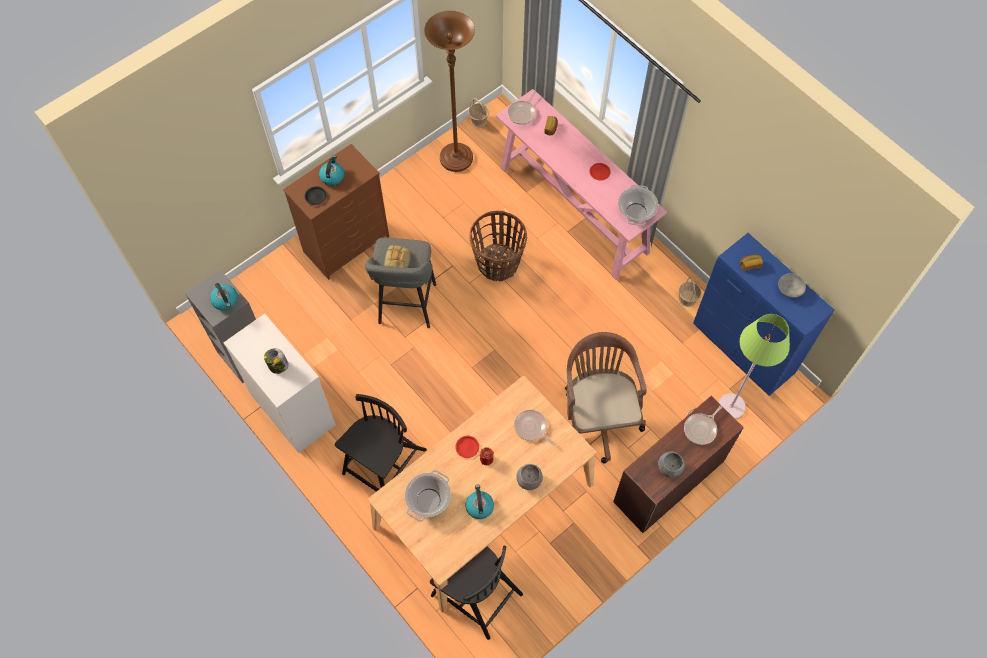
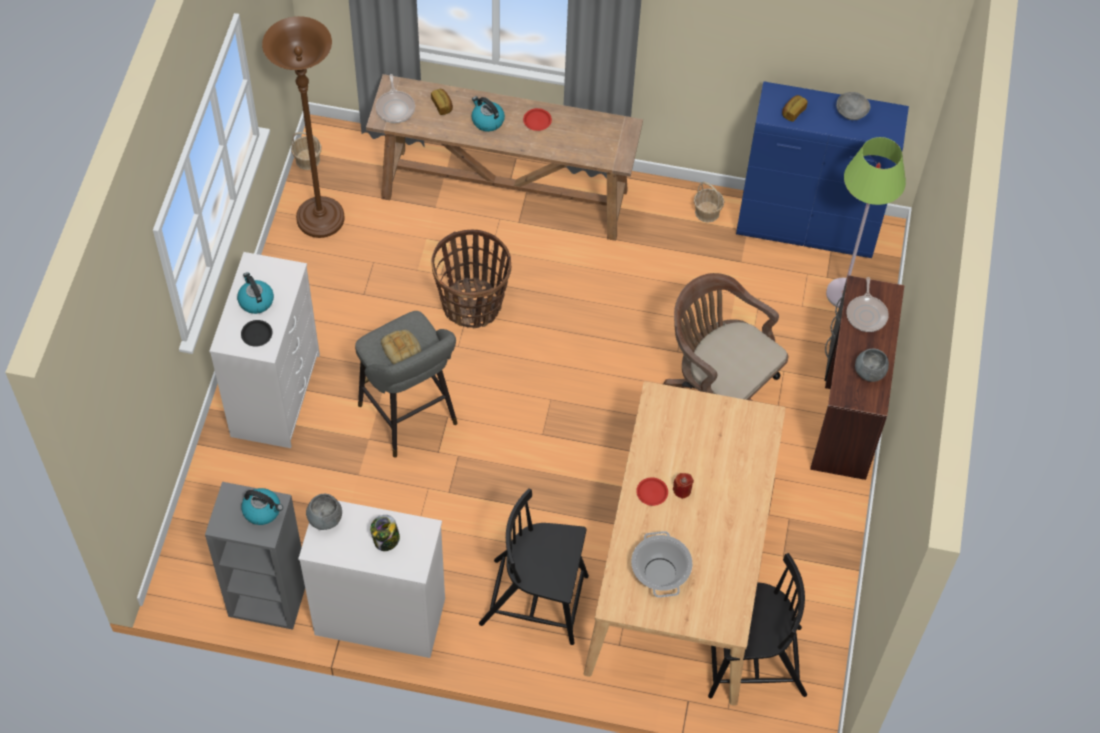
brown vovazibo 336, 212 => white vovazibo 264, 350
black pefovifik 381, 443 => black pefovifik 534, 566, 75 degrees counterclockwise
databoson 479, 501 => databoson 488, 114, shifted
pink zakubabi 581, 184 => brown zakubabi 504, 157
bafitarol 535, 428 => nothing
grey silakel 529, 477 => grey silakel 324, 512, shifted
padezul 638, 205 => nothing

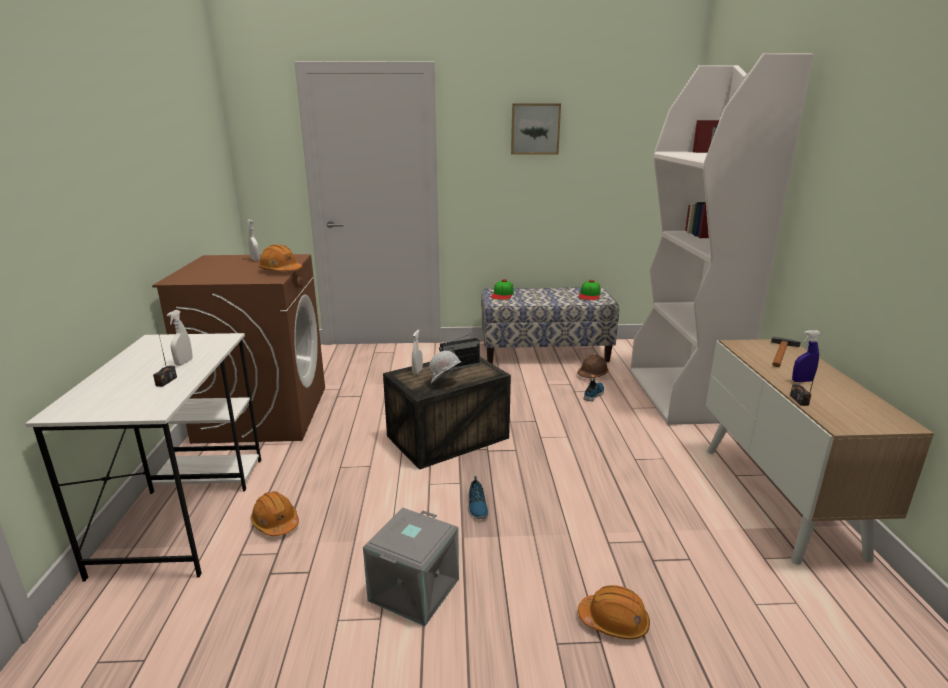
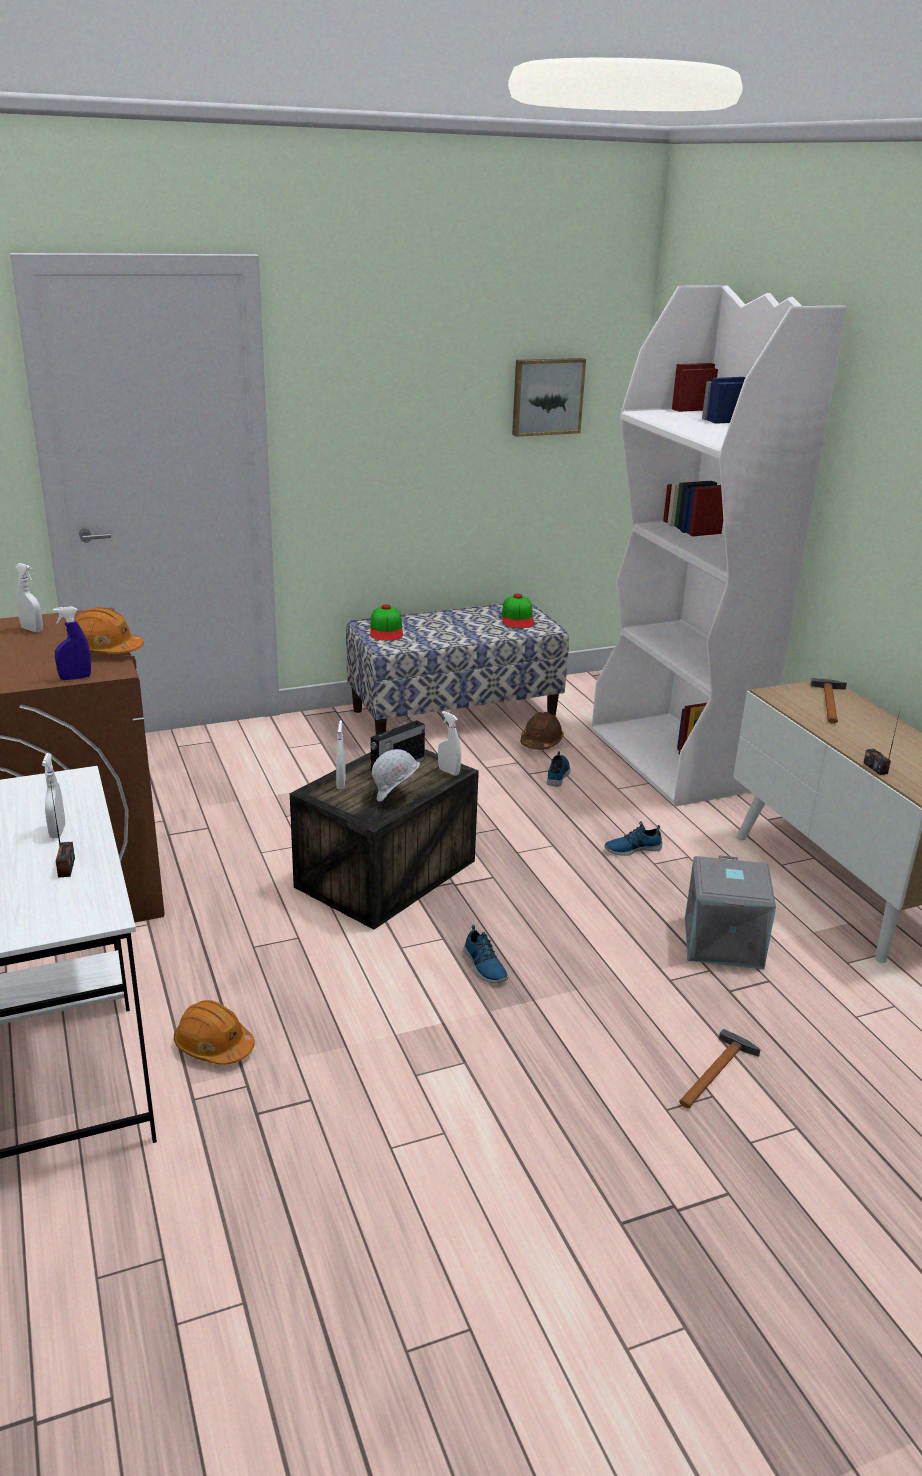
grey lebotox 411, 567 => grey lebotox 730, 912, shifted
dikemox 536, 129 => dikemox 549, 397, shifted
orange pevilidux 614, 612 => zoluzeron 720, 1068
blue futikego 806, 356 => blue futikego 72, 643, shifted
nothing => white futikego 449, 743
nothing => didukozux 633, 838

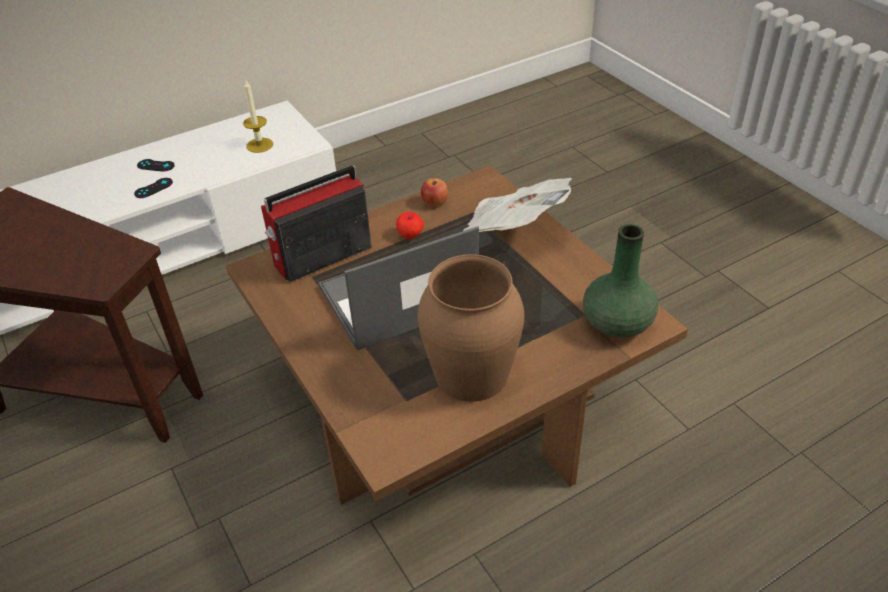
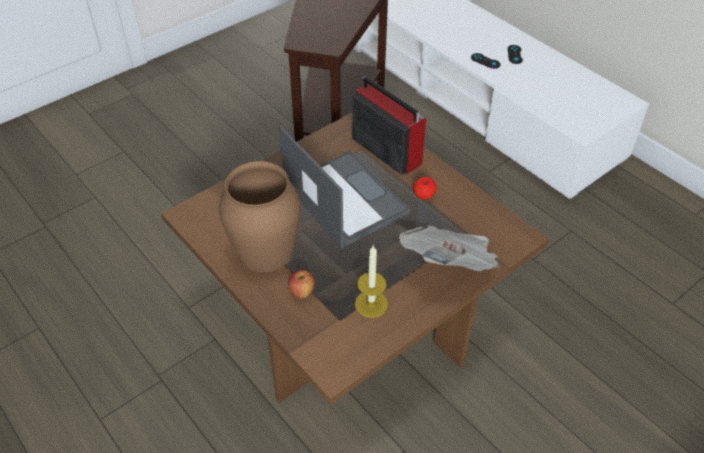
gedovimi 258, 116 => gedovimi 371, 281, shifted
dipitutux 434, 192 => dipitutux 301, 284, shifted
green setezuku 620, 281 => nothing

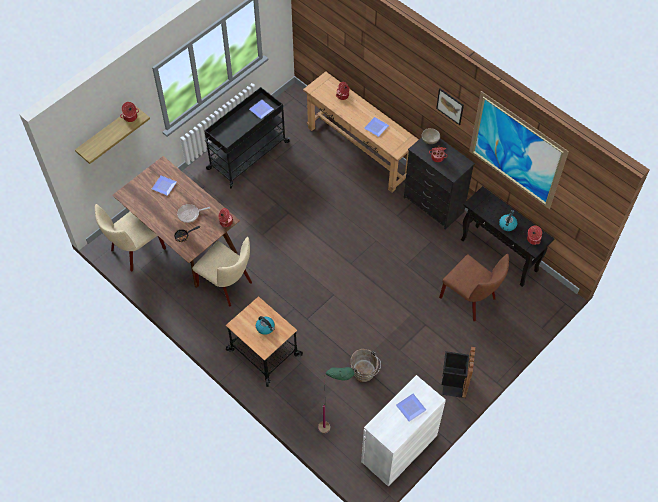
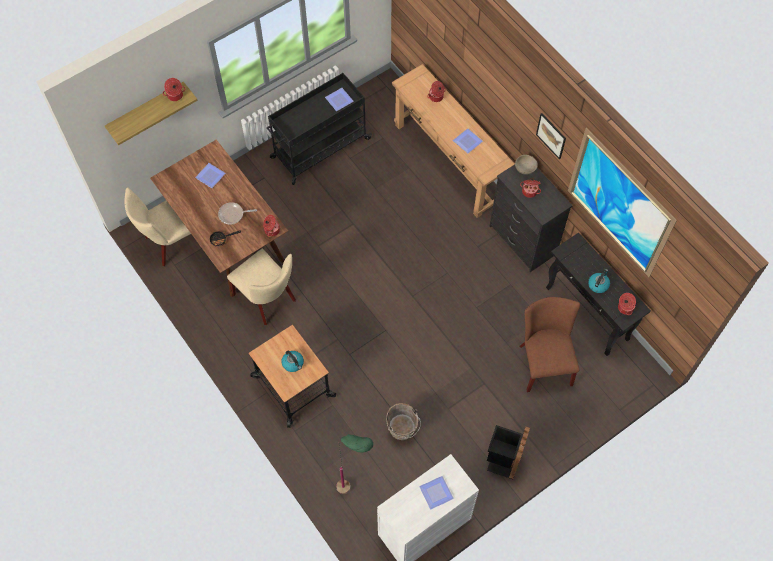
brown pefovifik 474, 287 => brown pefovifik 550, 344, 150 degrees counterclockwise

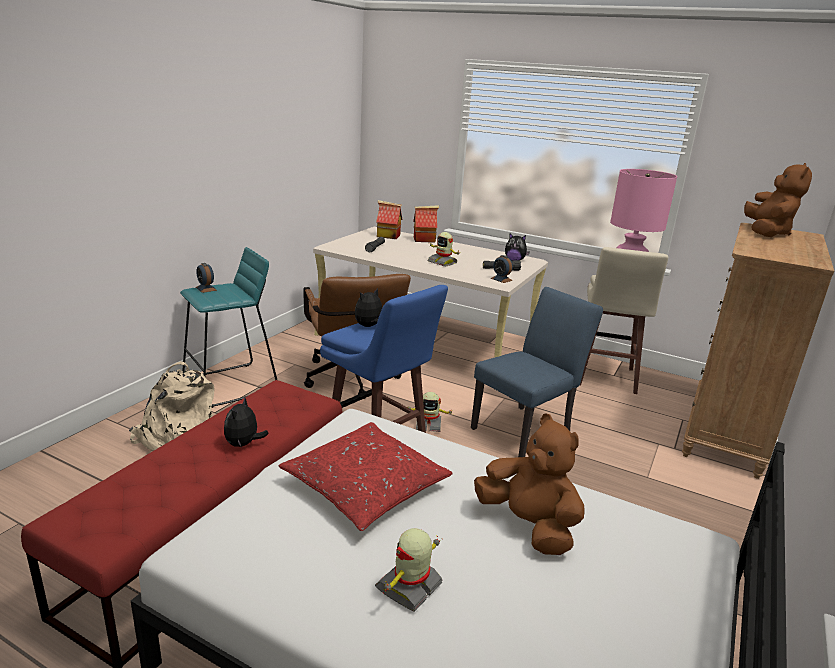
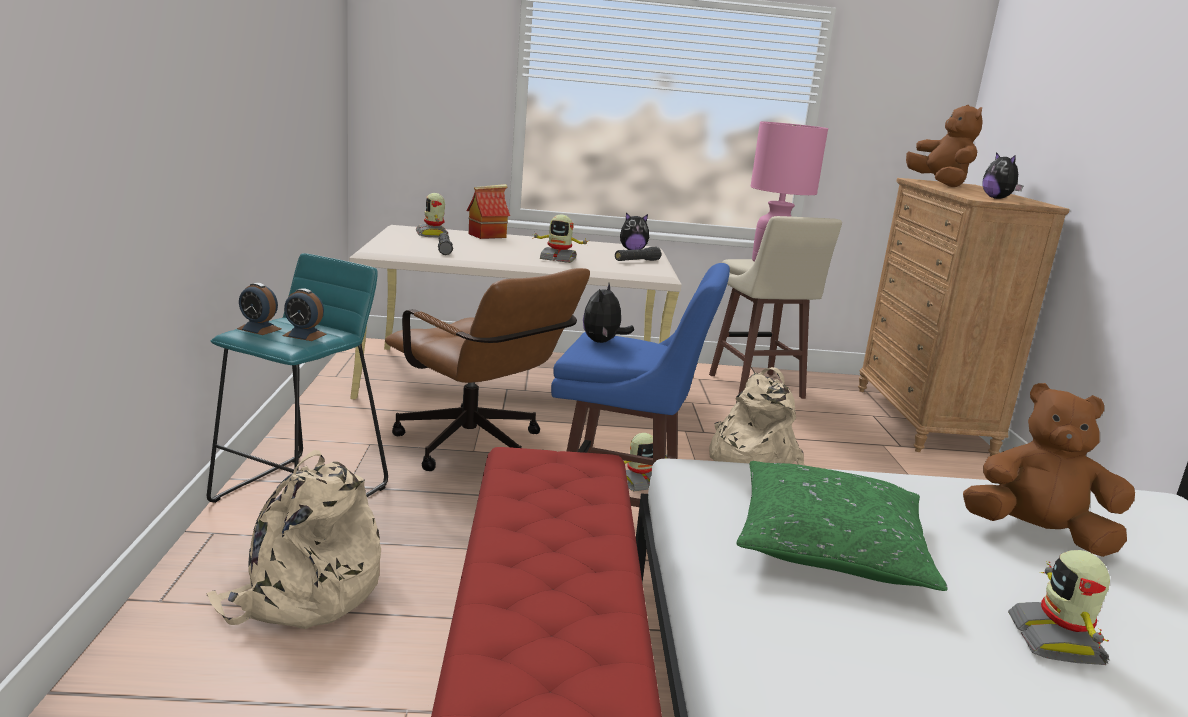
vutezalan 246, 422 => vutezalan 1002, 175, shifted
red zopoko 366, 476 => green zopoko 842, 526
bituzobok 389, 219 => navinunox 432, 215
blue pefovifik 537, 372 => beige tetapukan 756, 416
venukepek 501, 269 => venukepek 304, 314, shifted

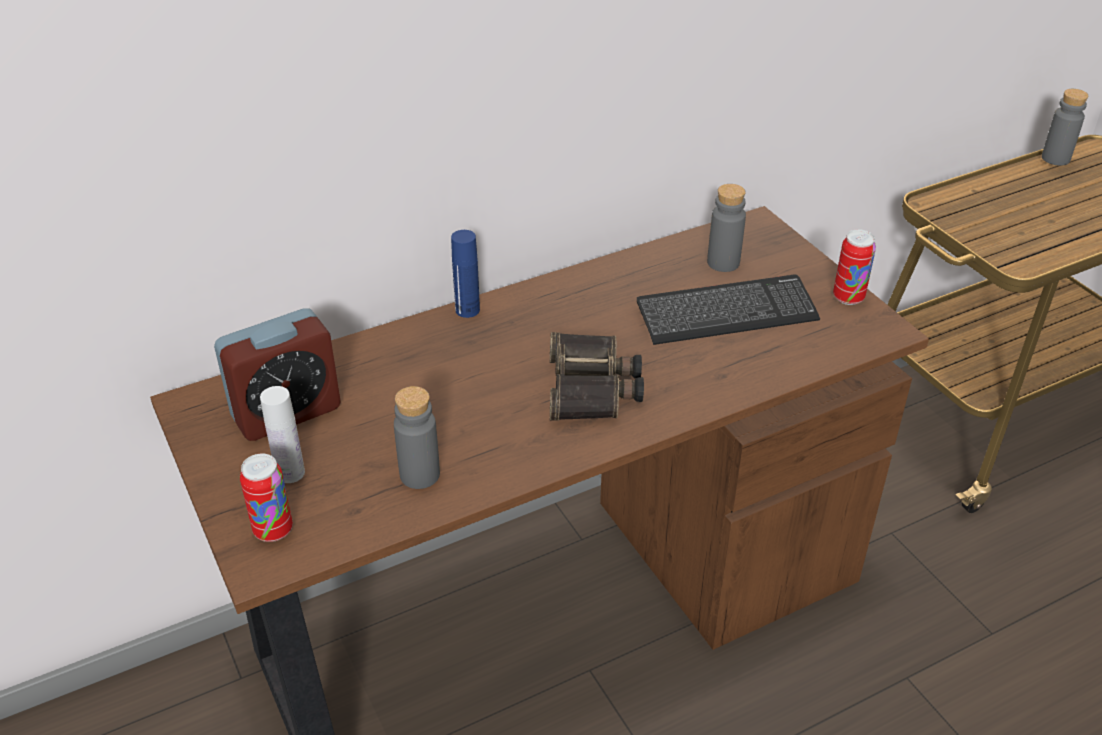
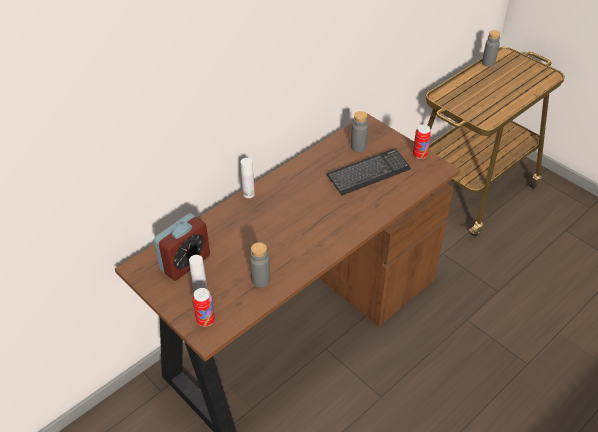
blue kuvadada 465, 274 => white kuvadada 248, 178
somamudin 597, 376 => nothing

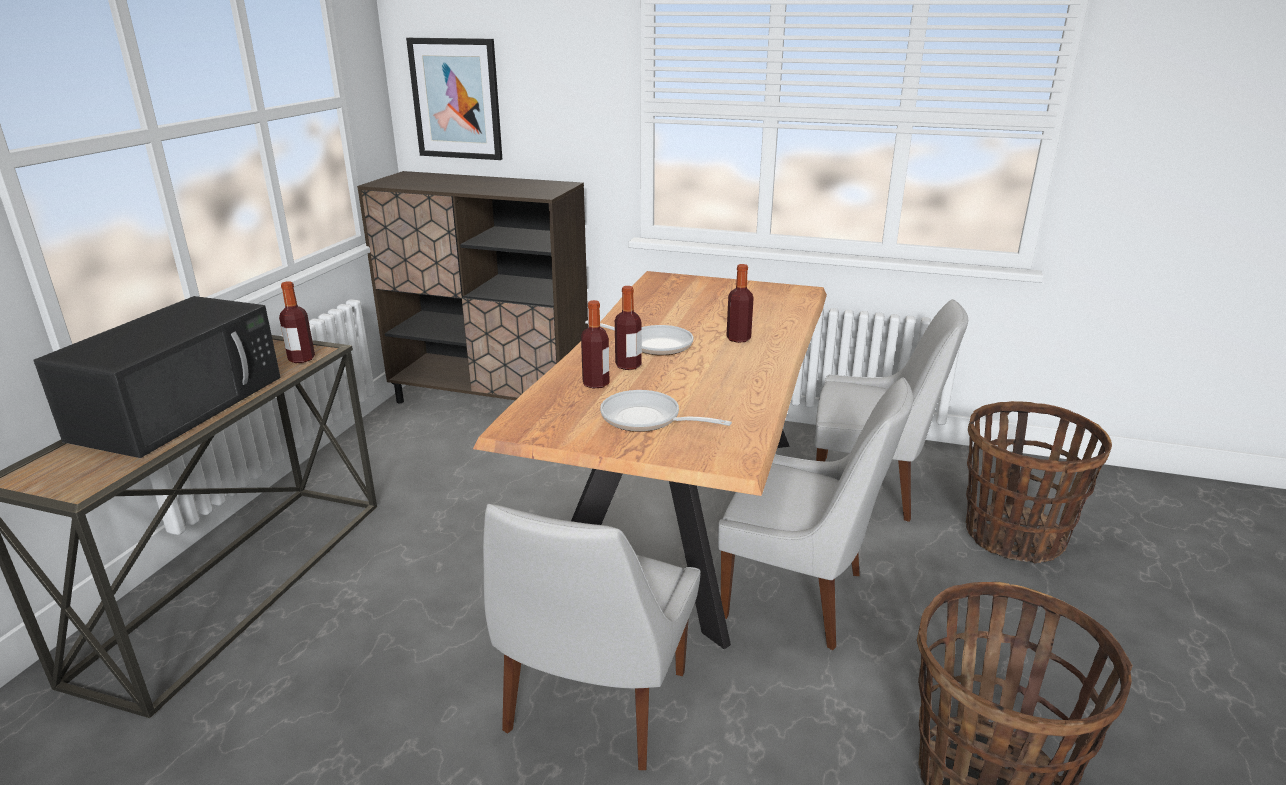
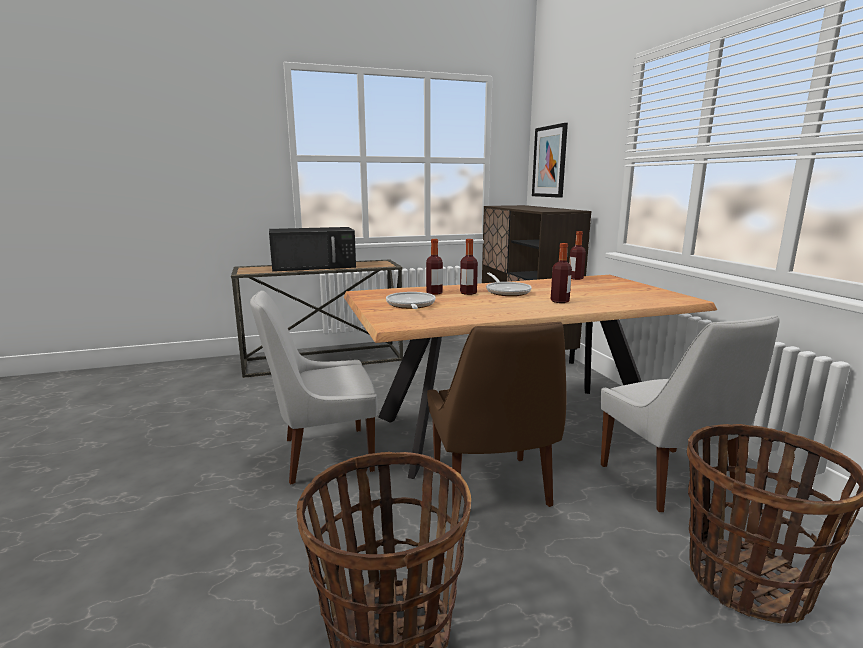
kuvadada 297, 322 => kuvadada 577, 255, shifted
white pefovifik 815, 513 => brown pefovifik 496, 416

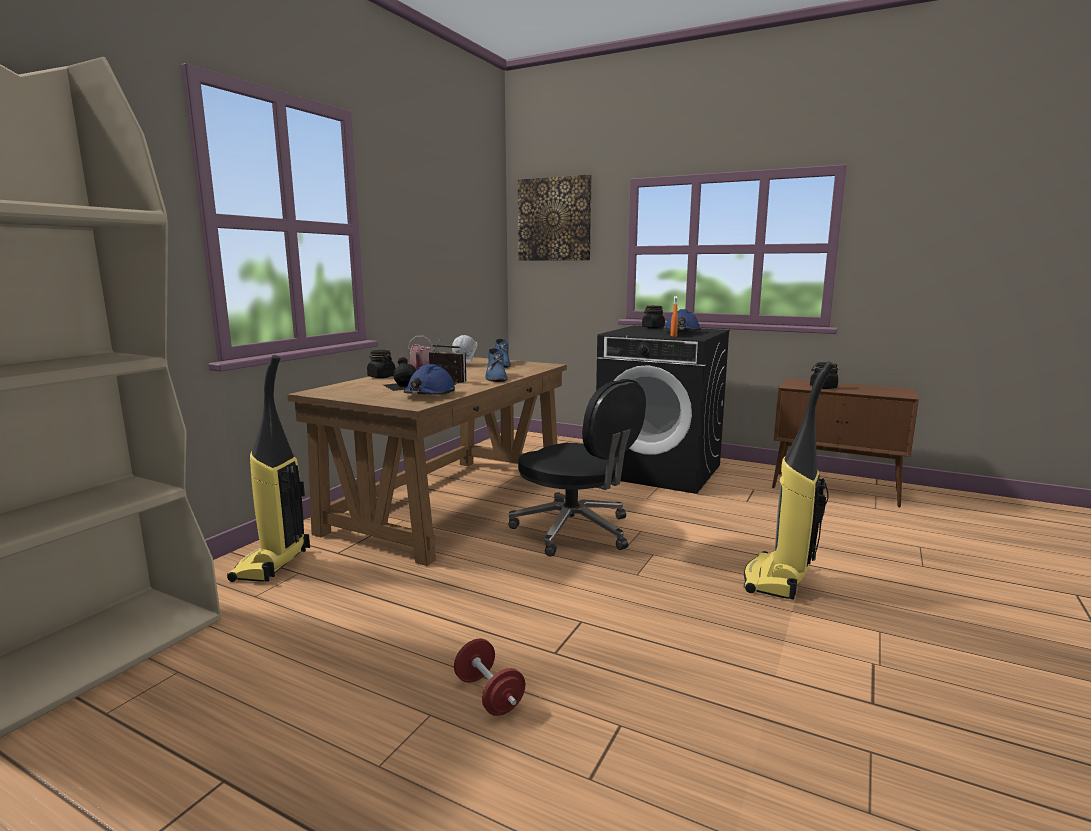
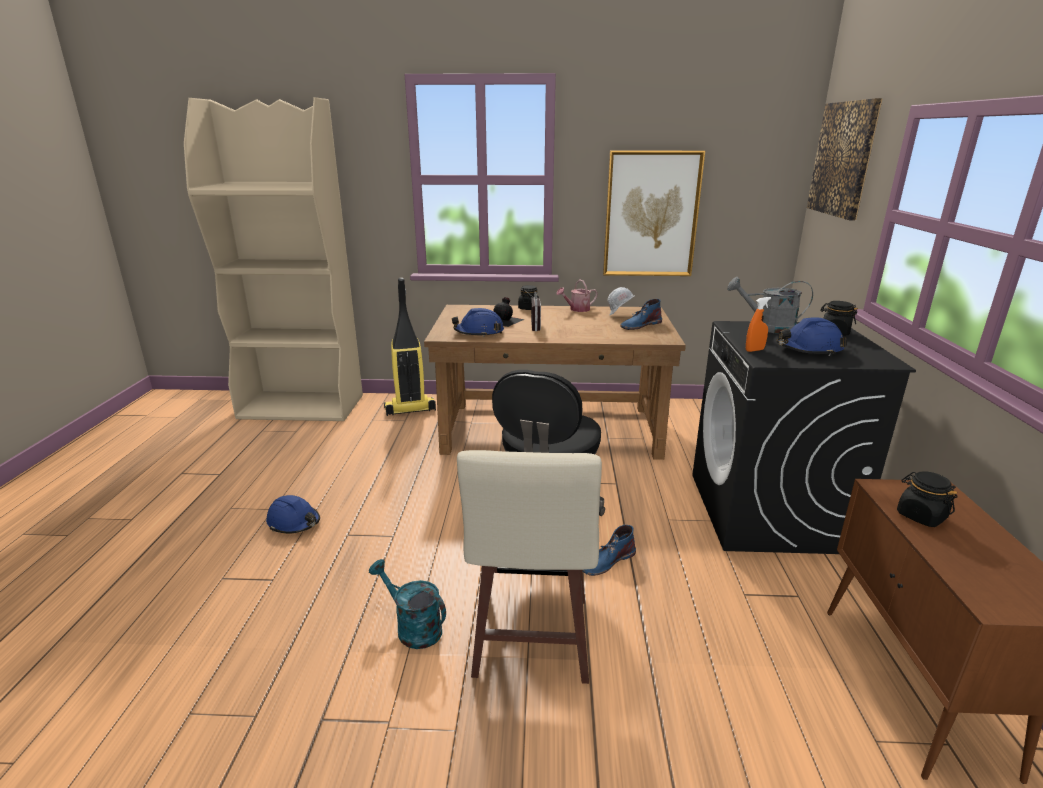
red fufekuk 490, 677 => blue pevilidux 293, 514
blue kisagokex 496, 365 => blue kisagokex 609, 550, shifted
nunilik 789, 480 => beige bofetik 529, 567
nothing => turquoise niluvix 407, 604
nothing => dikemox 654, 213
nothing => grey niluvix 770, 305

